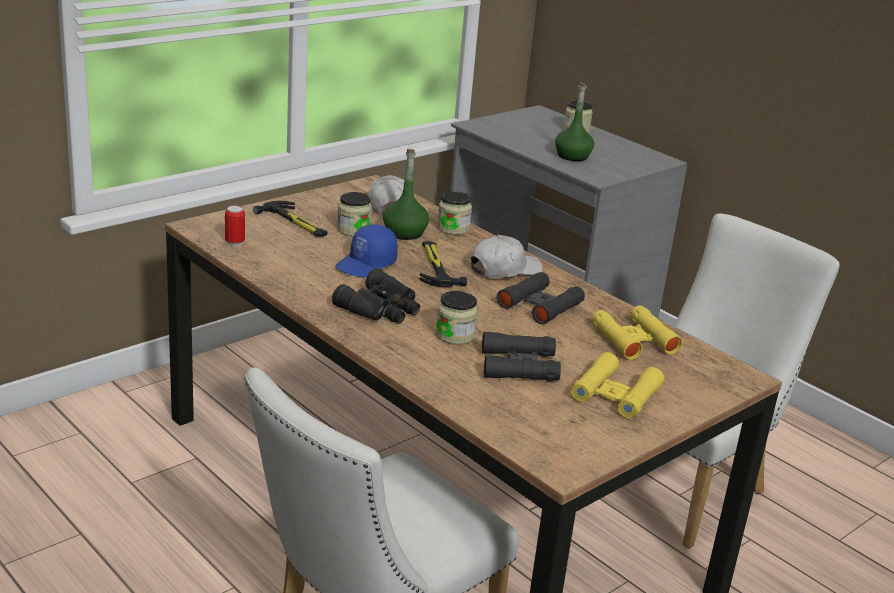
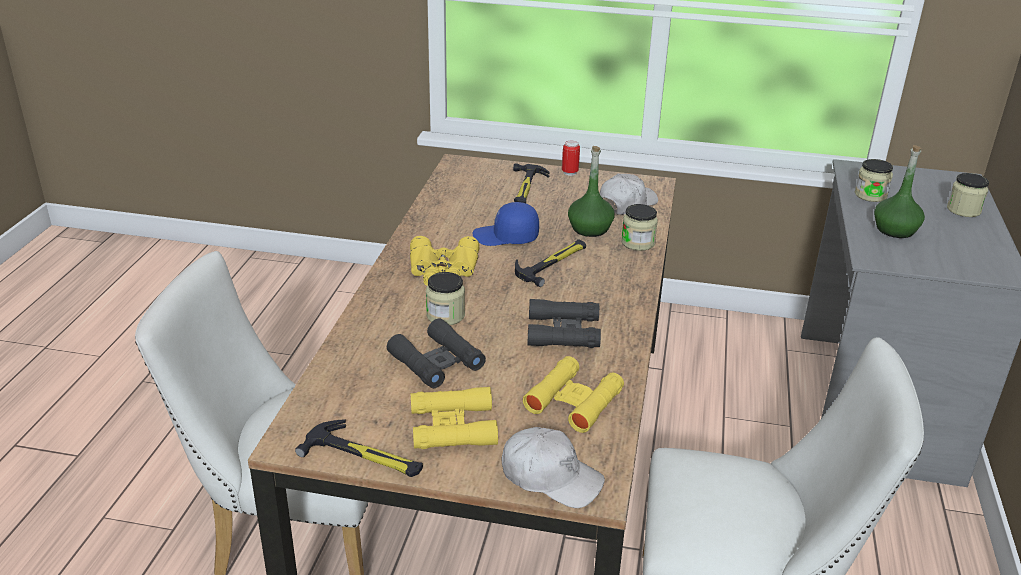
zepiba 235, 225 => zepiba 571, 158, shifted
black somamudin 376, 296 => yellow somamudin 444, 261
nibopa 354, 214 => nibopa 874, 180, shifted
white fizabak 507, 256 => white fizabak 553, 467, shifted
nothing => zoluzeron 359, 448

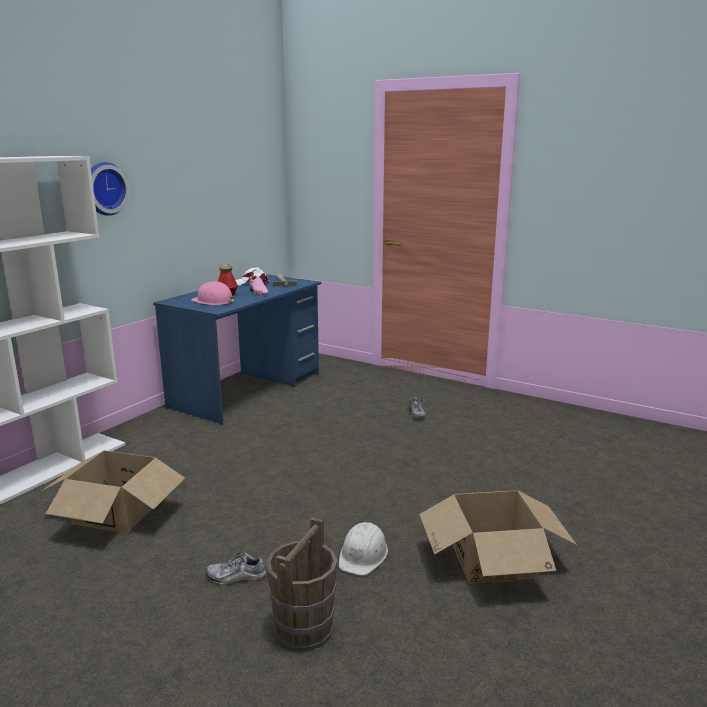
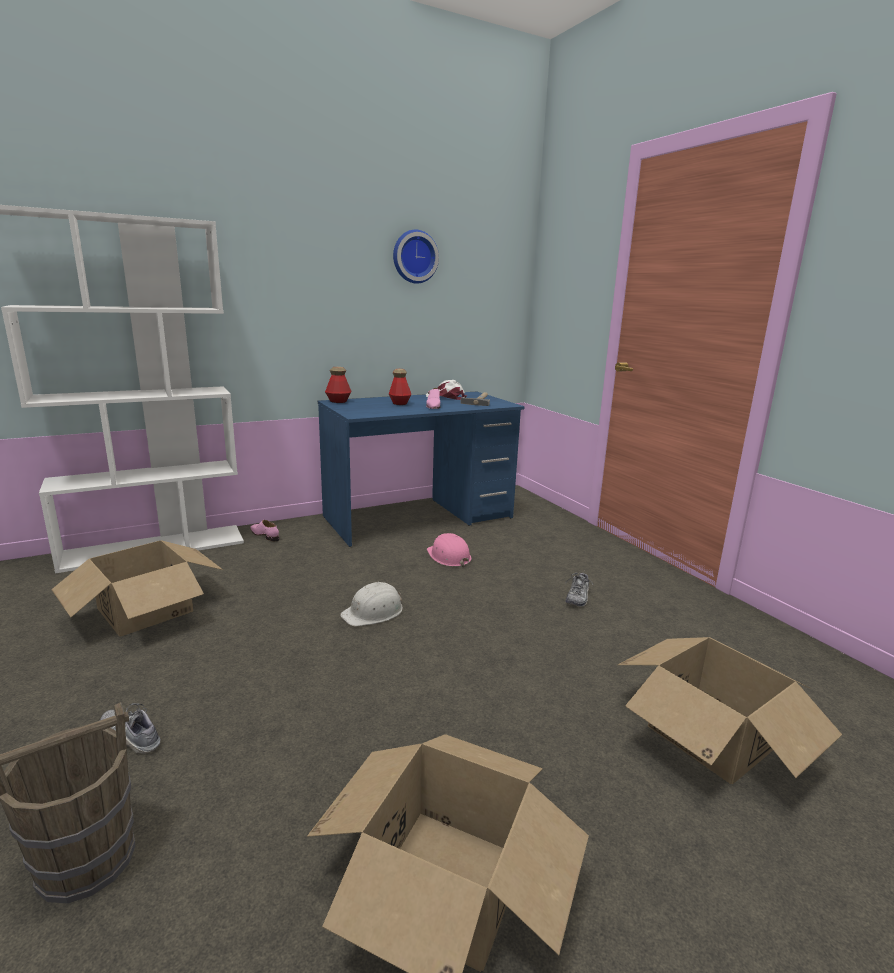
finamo 110, 189 => finamo 416, 256, shifted
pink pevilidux 213, 293 => pink pevilidux 449, 550, shifted
white pevilidux 363, 548 => white pevilidux 371, 604, shifted
nothing => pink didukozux 264, 530
nothing => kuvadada 338, 385
nothing => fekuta 730, 711

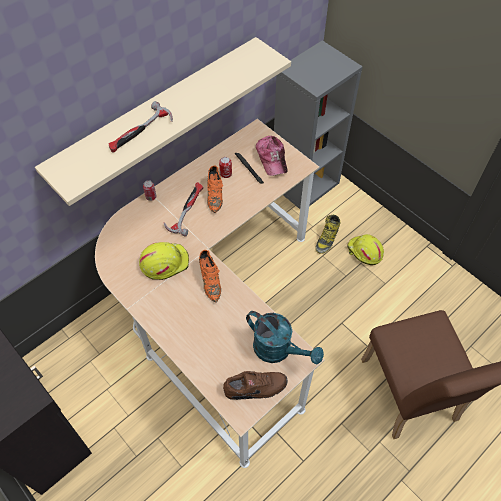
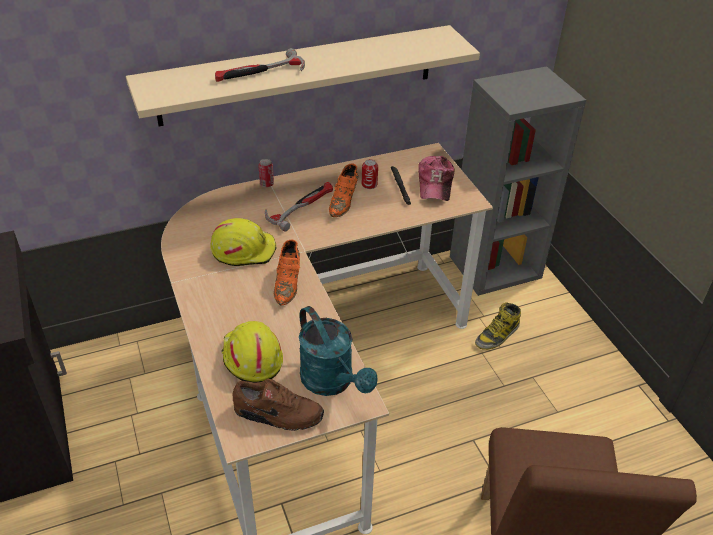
yellow pevilidux 365, 249 => yellow pevilidux 252, 351, shifted

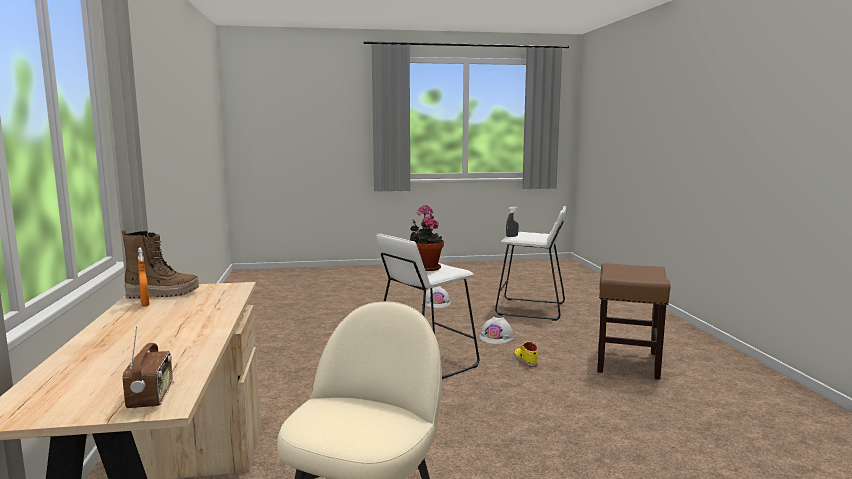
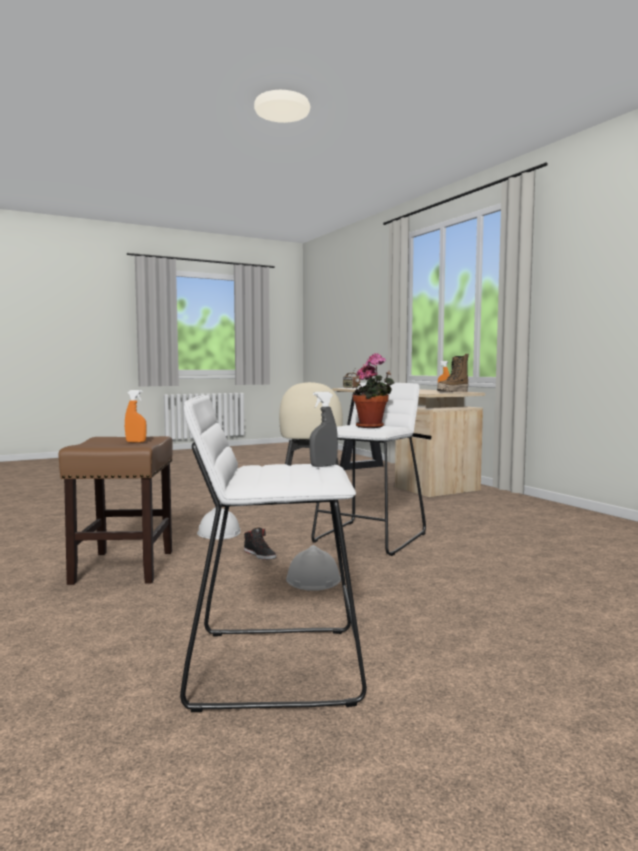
white pevilidux 436, 297 => white pevilidux 219, 523, shifted
yellow didukozux 526, 354 => black didukozux 260, 544
nothing => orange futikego 136, 416

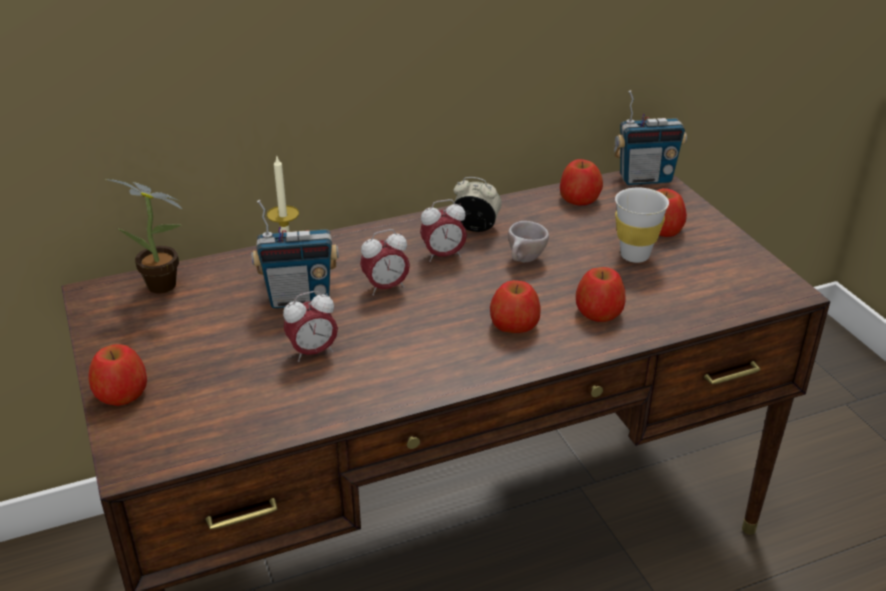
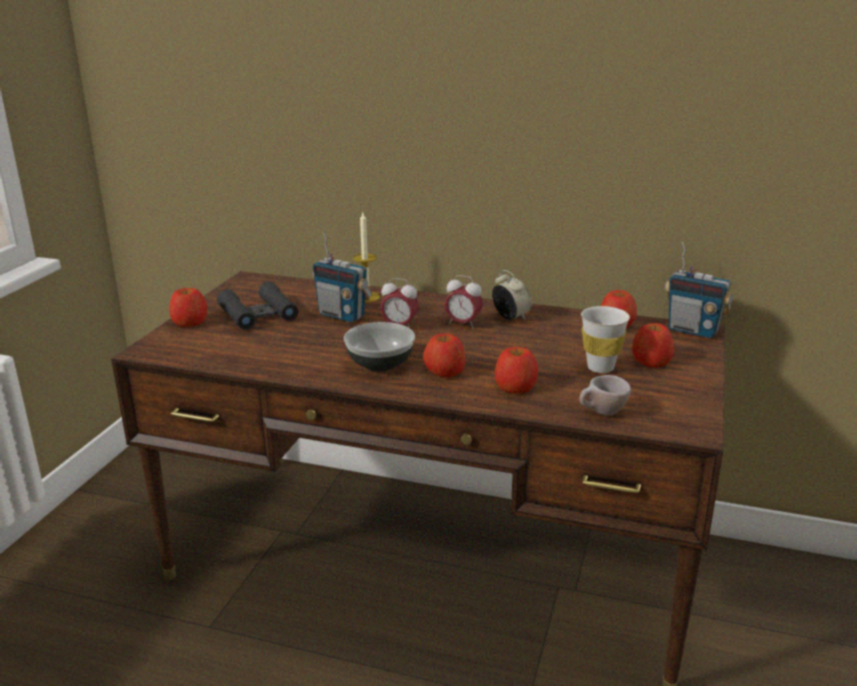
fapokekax 144, 236 => nothing
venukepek 310, 326 => nothing
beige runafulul 528, 241 => beige runafulul 605, 395, shifted
nothing => black somamudin 257, 306
nothing => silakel 379, 347

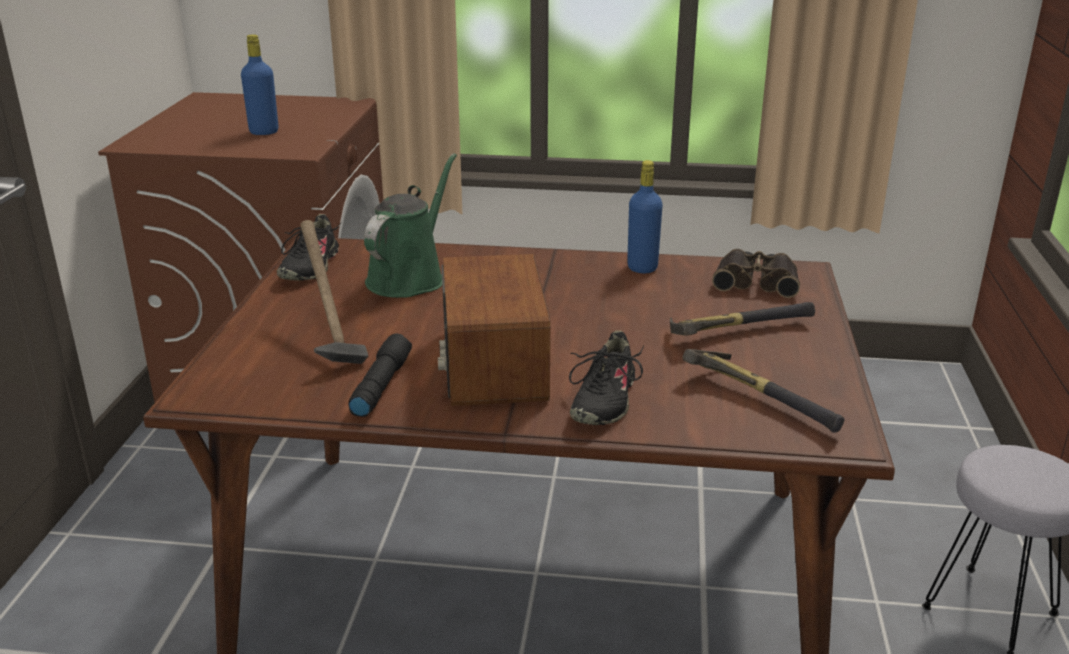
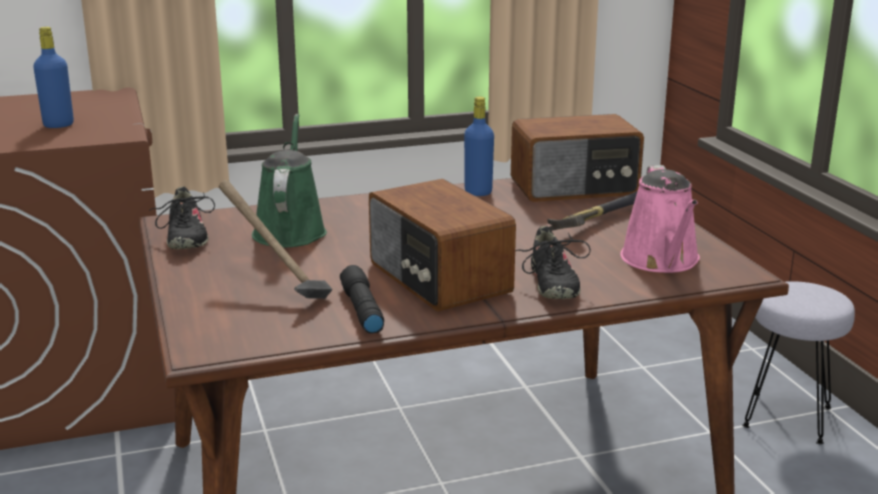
zoluzeron 764, 391 => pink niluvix 660, 219
somamudin 756, 273 => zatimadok 577, 158

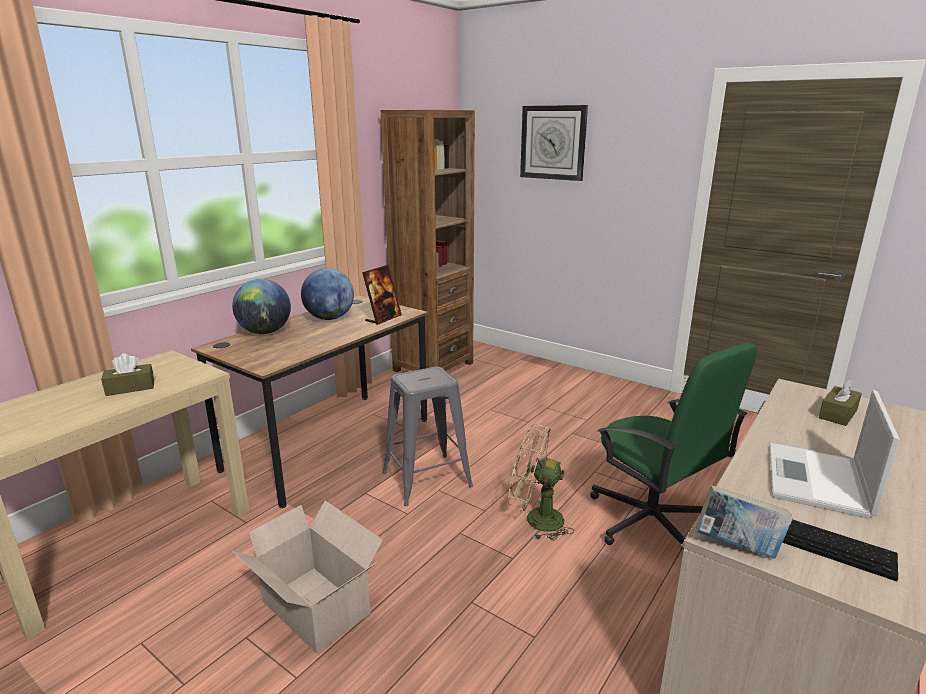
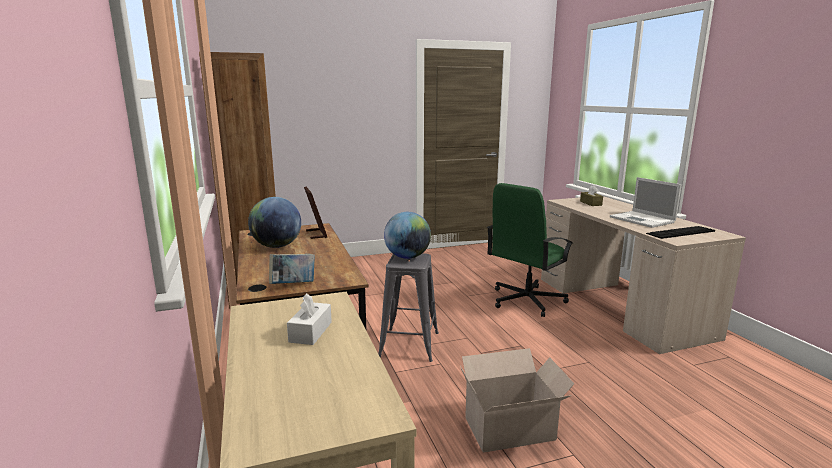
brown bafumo 127, 375 => white bafumo 309, 319
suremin 261, 306 => suremin 407, 235, shifted
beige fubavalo 541, 482 => nothing
finamo 554, 143 => nothing
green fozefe 673, 443 => green fozefe 530, 250, 135 degrees clockwise
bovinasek 744, 522 => bovinasek 292, 269, shifted

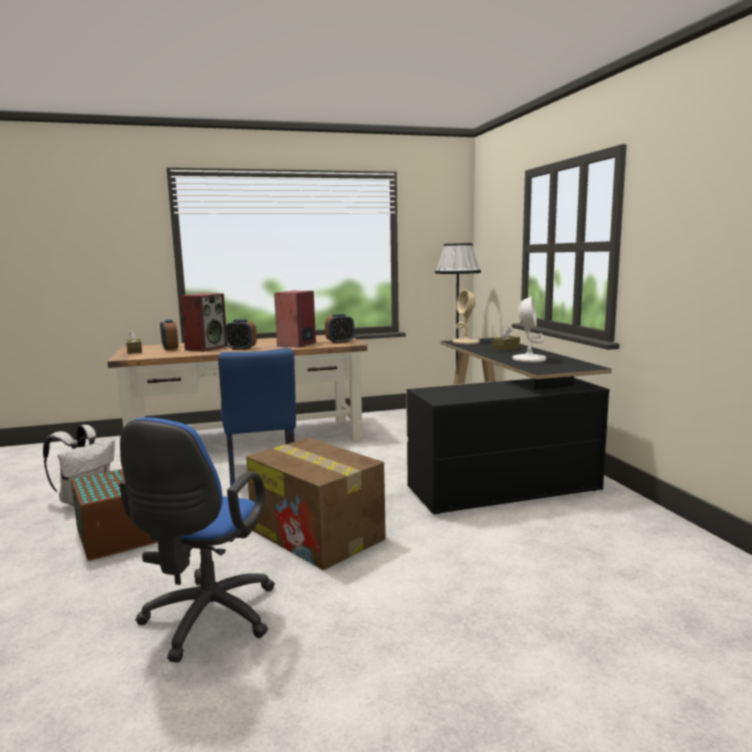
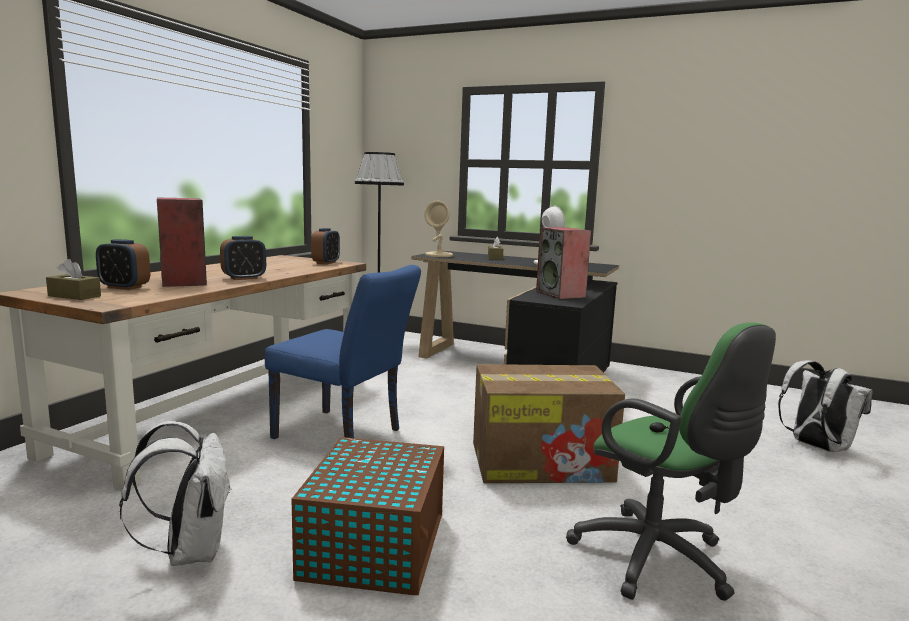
blue fozefe 197, 539 => green fozefe 671, 461
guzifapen 295, 319 => guzifapen 563, 263, shifted
nothing => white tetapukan 825, 406

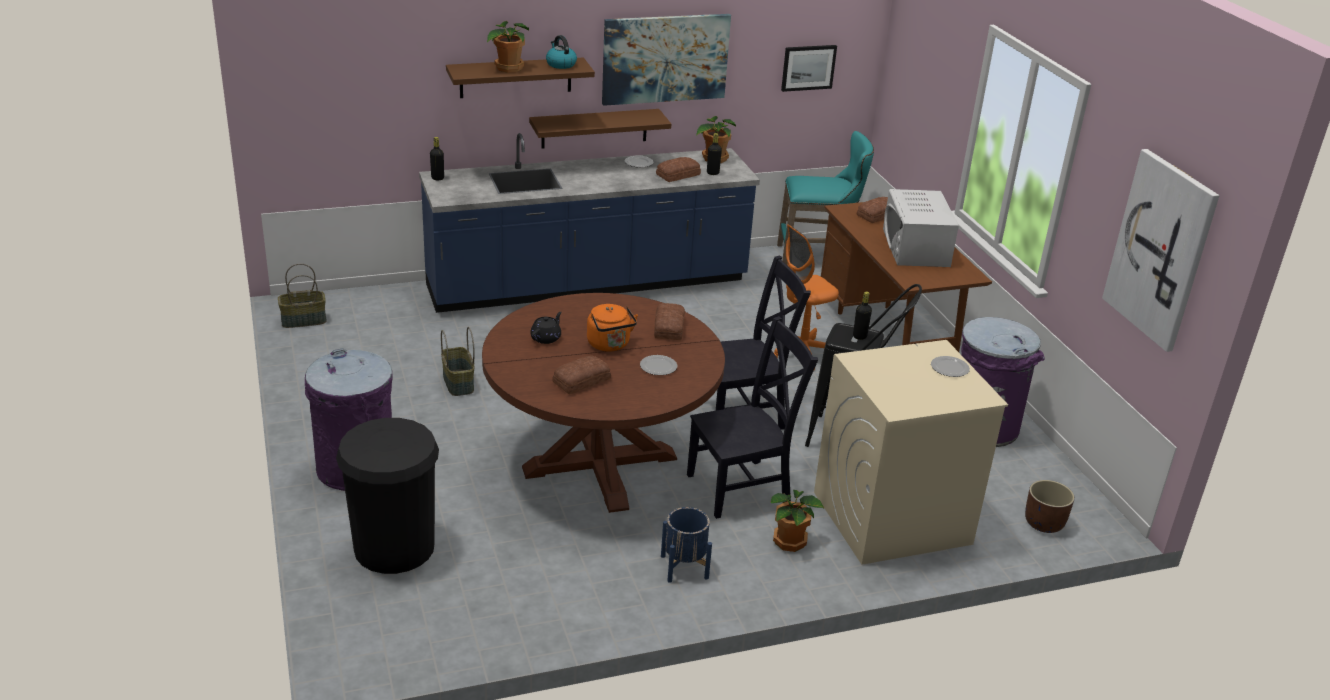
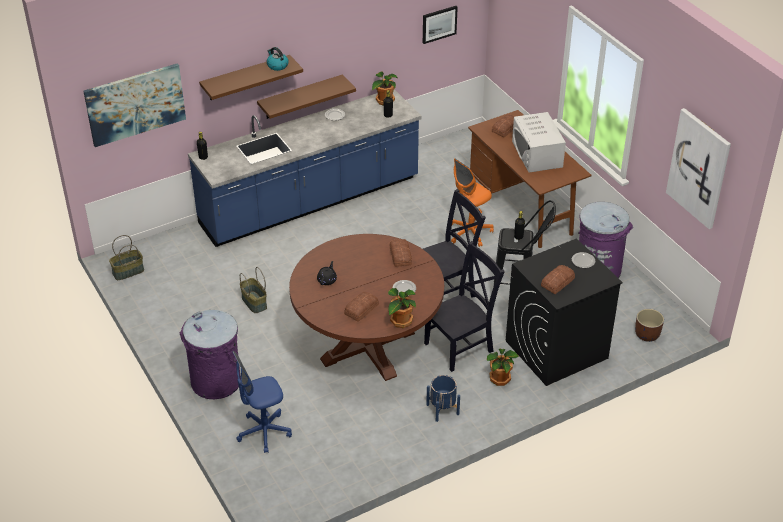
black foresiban 387, 496 => blue fozefe 262, 402
fapokekax 508, 47 => fapokekax 402, 308, shifted
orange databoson 612, 328 => nothing
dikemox 666, 60 => dikemox 134, 105, shifted
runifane 678, 169 => runifane 558, 279, shifted
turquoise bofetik 825, 198 => nothing
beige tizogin 911, 452 => black tizogin 564, 312

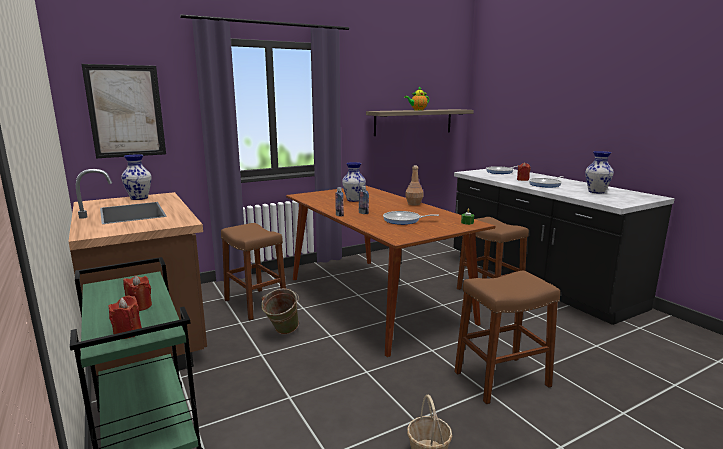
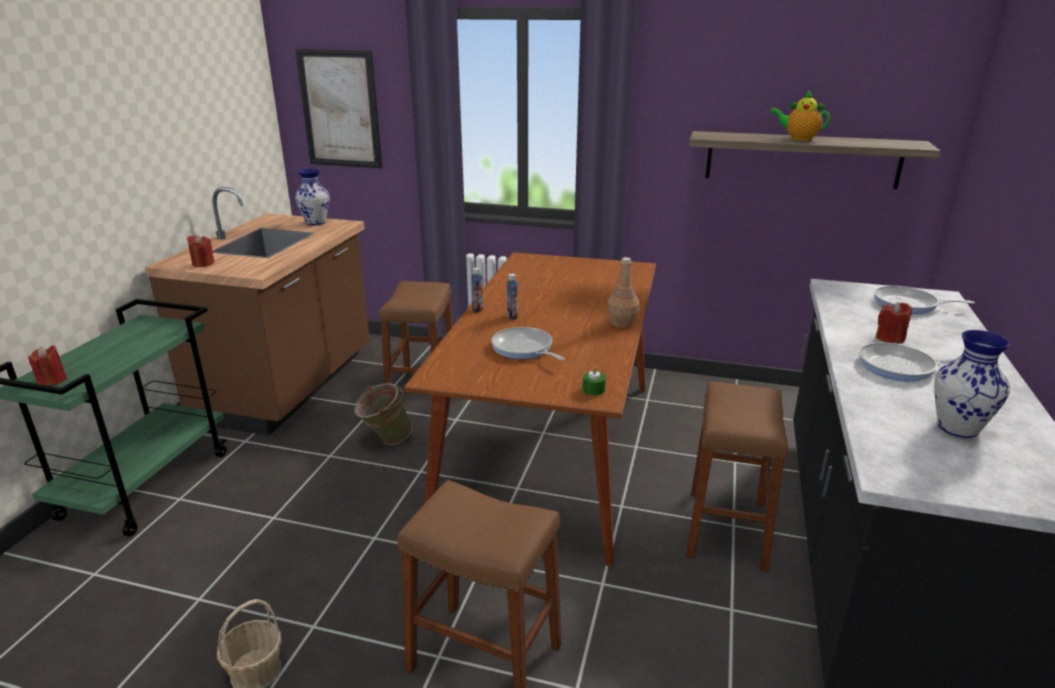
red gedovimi 137, 293 => red gedovimi 201, 251, shifted
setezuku 354, 182 => nothing

